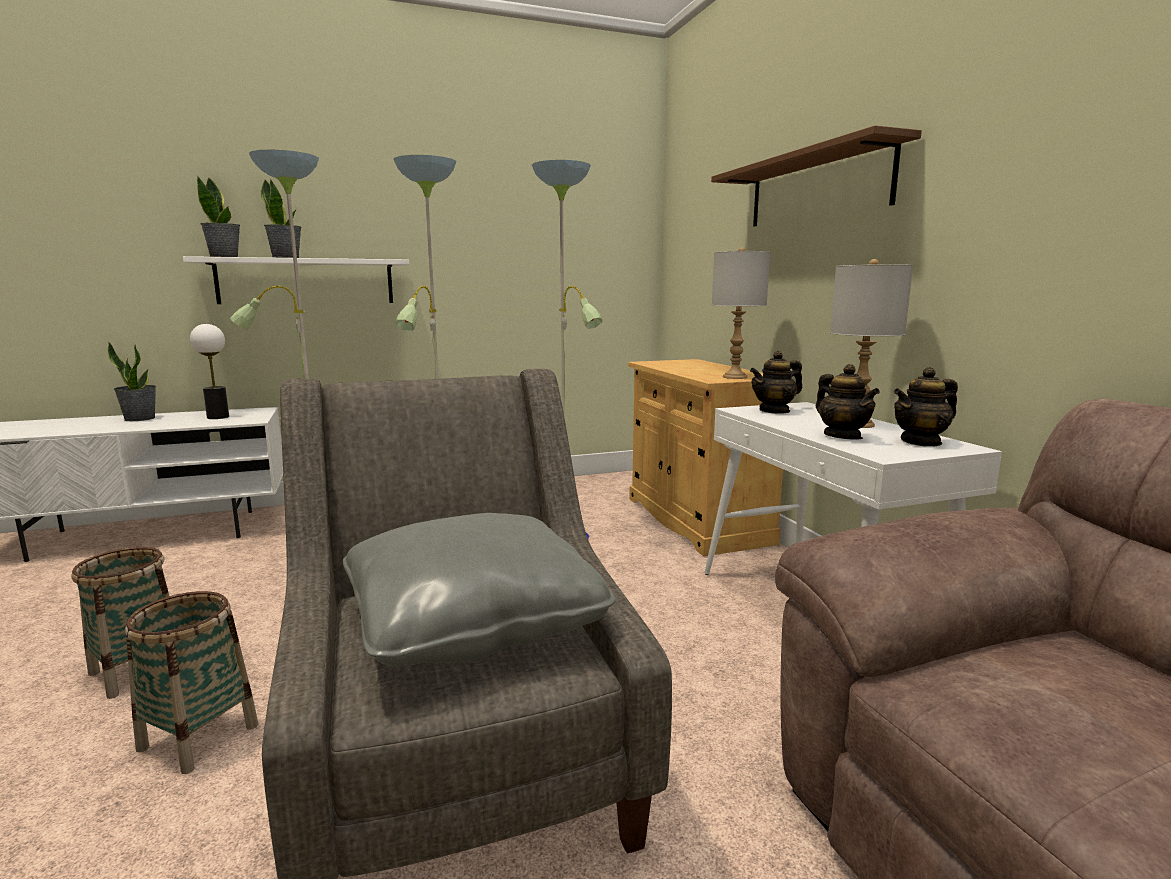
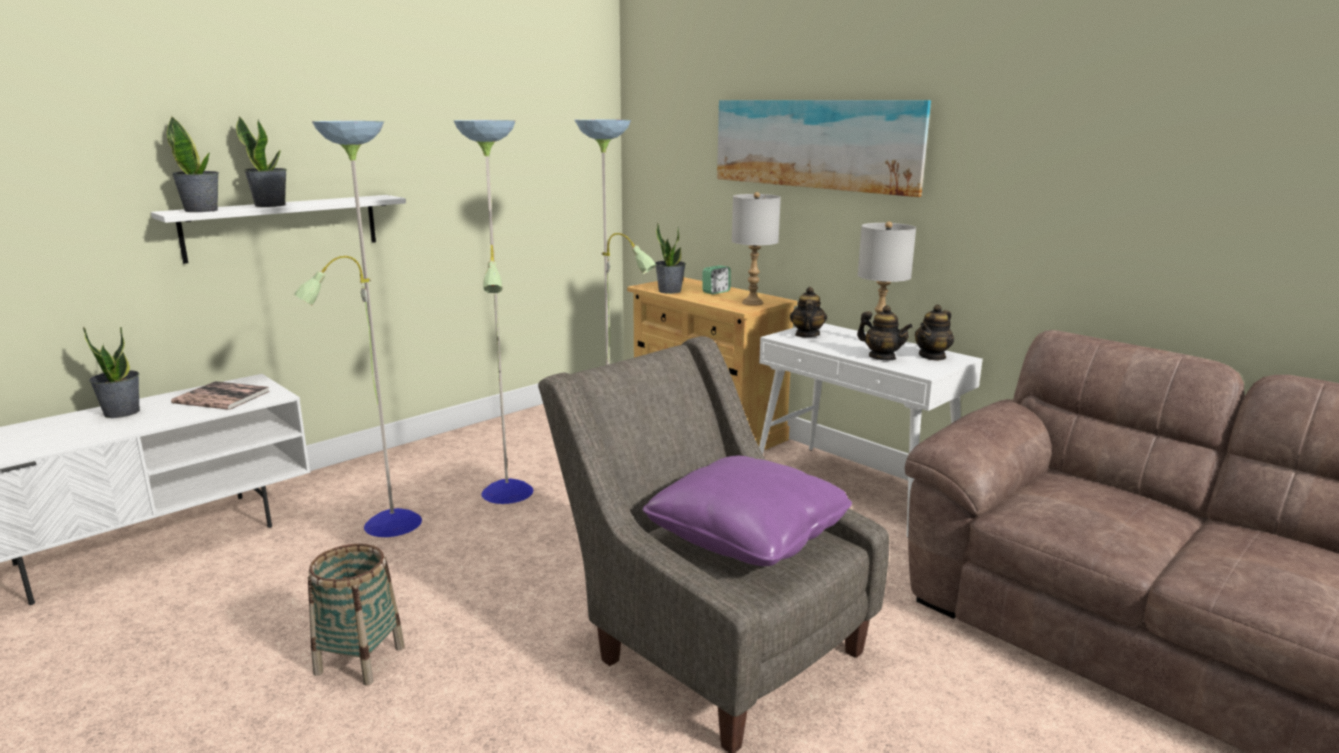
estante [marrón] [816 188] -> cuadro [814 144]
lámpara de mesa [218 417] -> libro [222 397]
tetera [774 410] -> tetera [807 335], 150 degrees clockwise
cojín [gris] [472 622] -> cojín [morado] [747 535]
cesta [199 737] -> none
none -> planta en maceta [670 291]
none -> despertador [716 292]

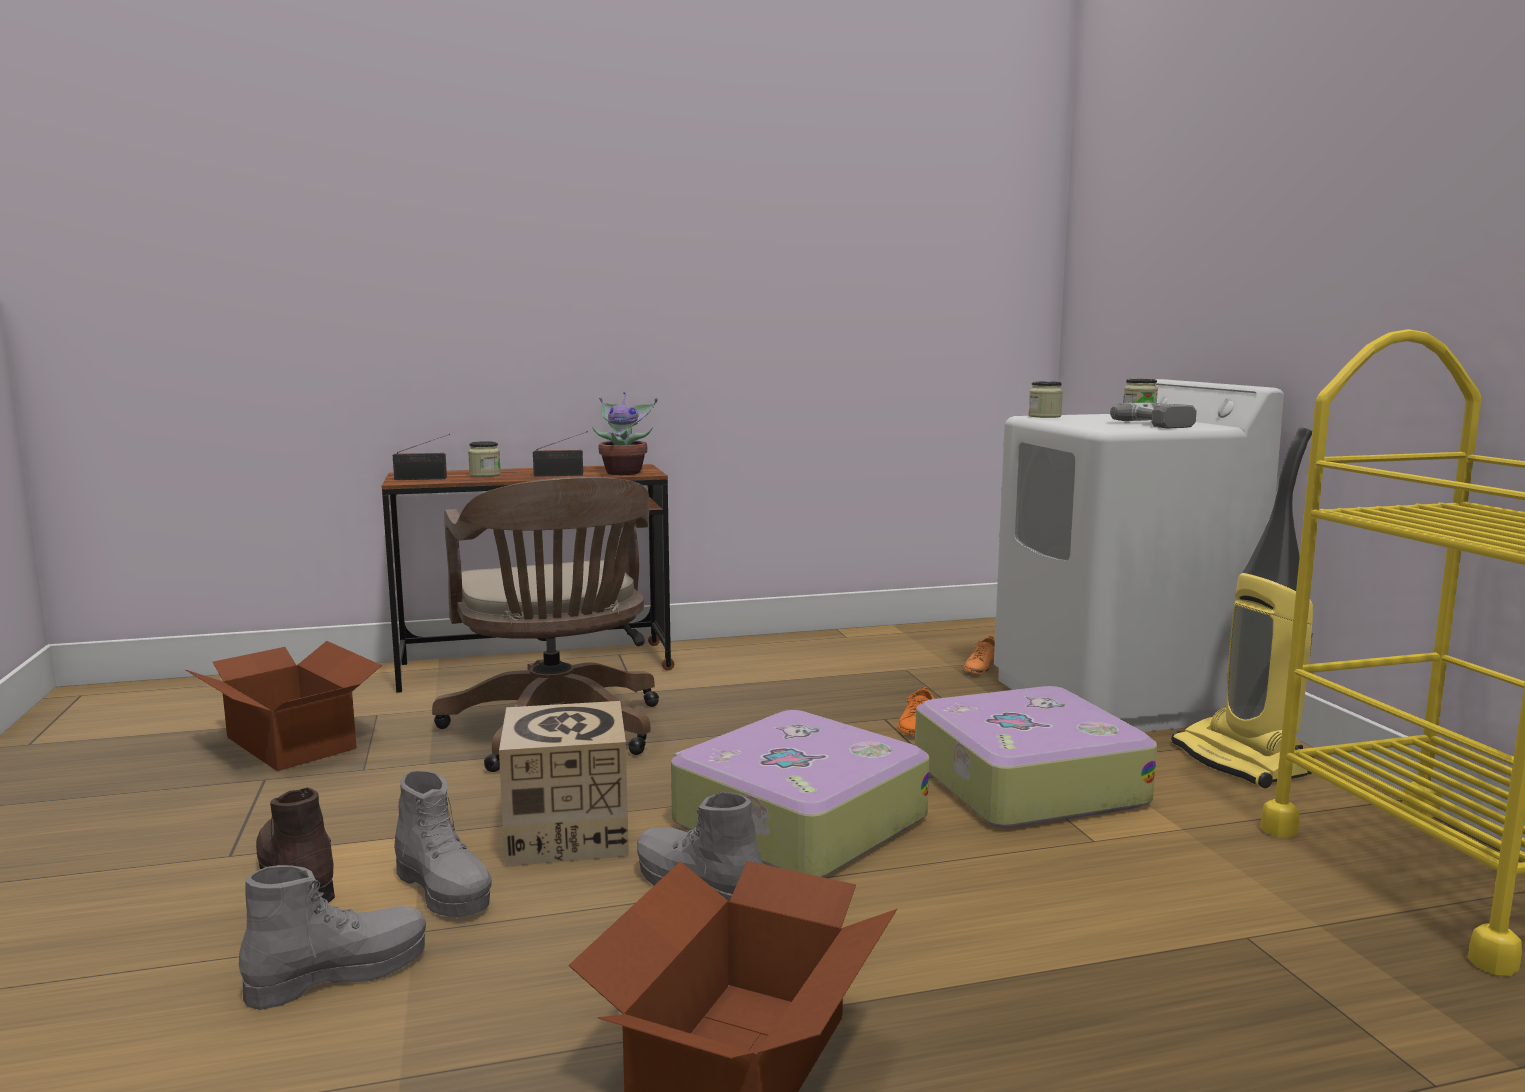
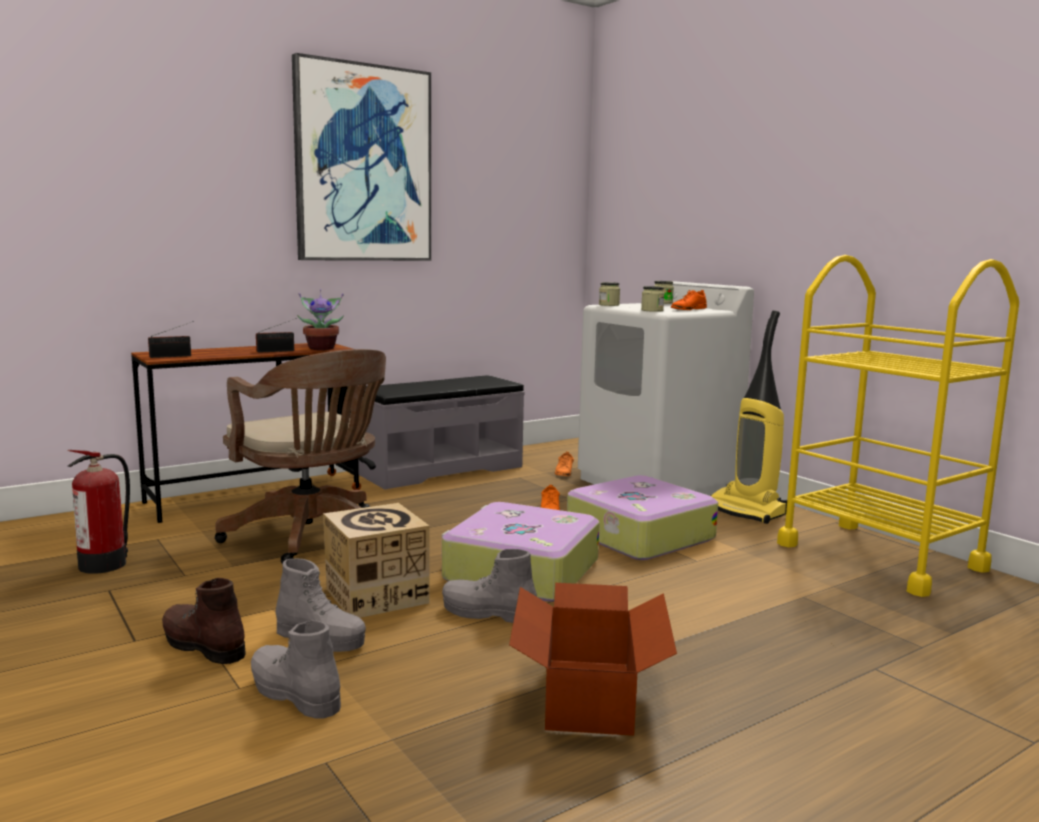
taladro [1164 424] -> zapato [naranja] [688 309]
tarro [485 475] -> tarro [652 310], shifted
caja de cartón [292 742] -> extintor [105 564]
bota [gris] [339 973] -> bota [gris] [294 694], 90 degrees counterclockwise
none -> cuadro [363 164]
none -> banco [gris] [439 469]

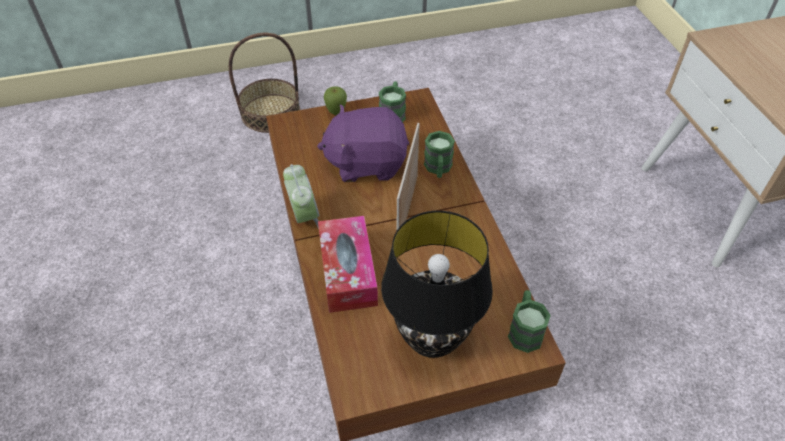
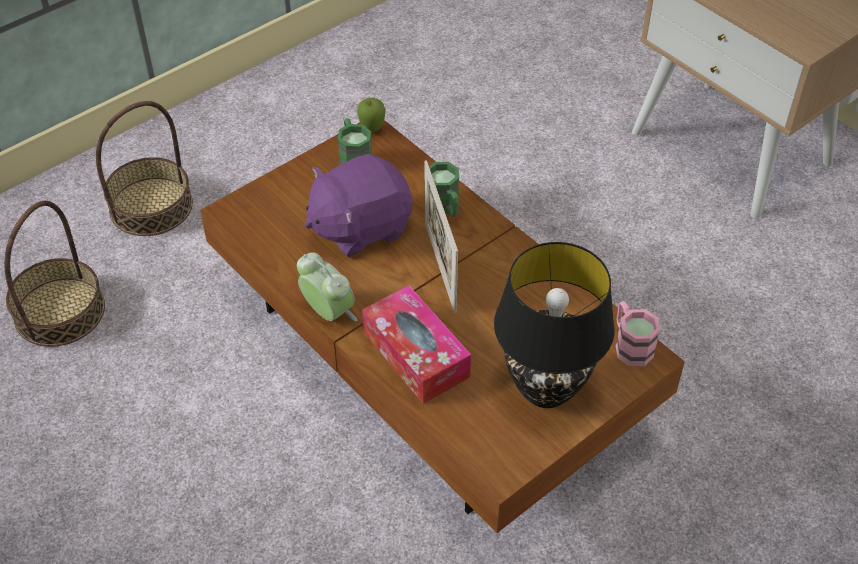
manzana [336 113] -> manzana [372 130], shifted
taza grande [verde] [524 330] -> taza grande [rosa] [630 345]
none -> cesta [59 311]

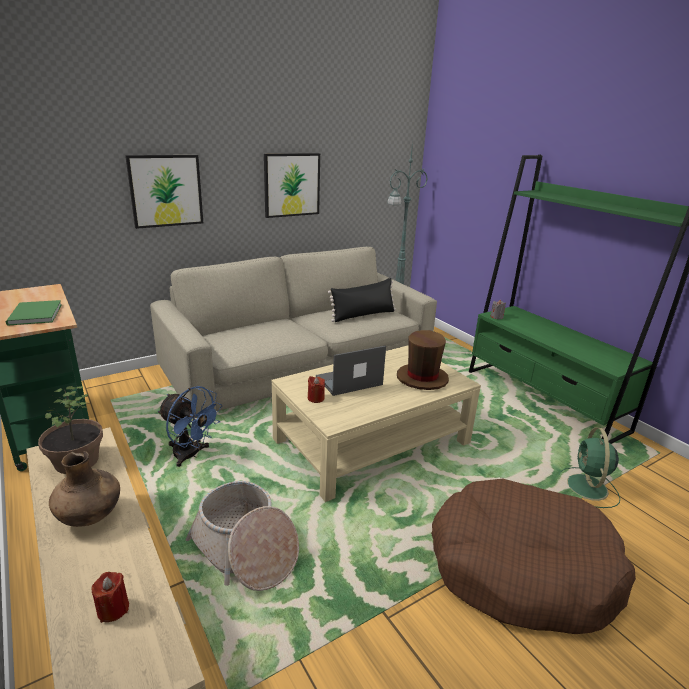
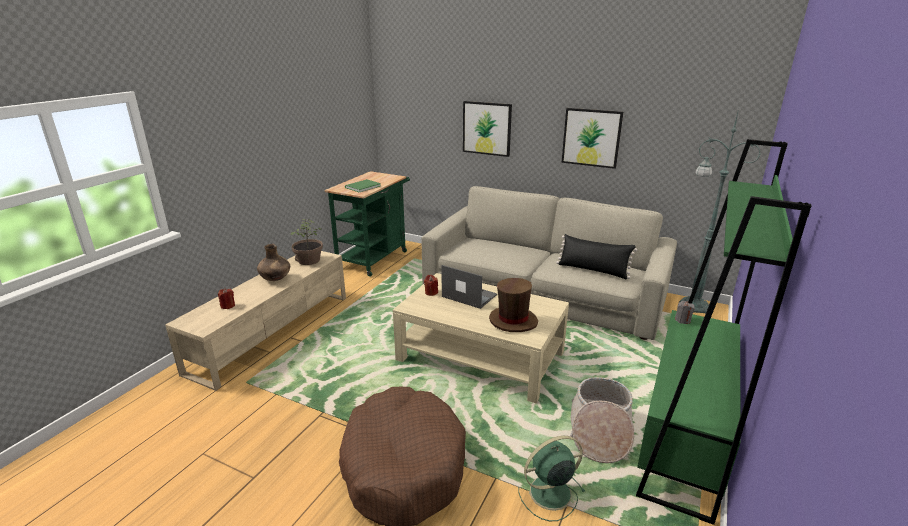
ventilador [azul] [191 455] -> none
cesta [245 550] -> cesta [599 431], shifted

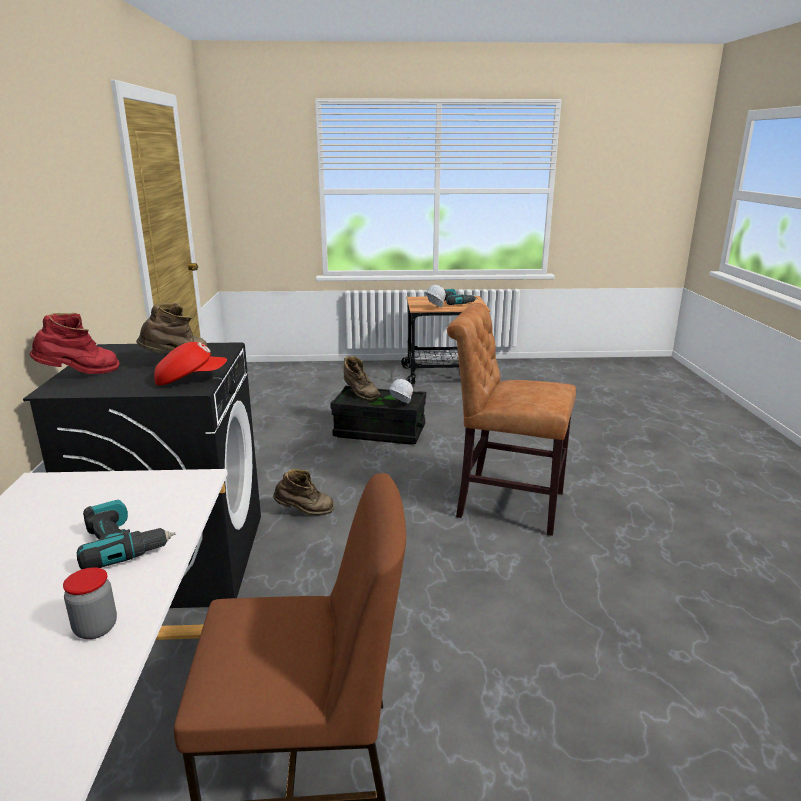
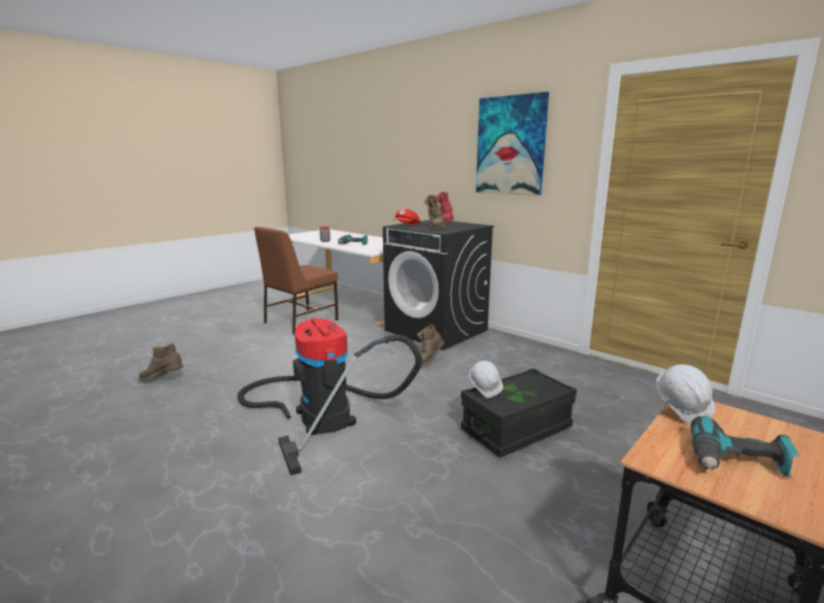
silla [marrón] [504 504] -> aspiradora [321 414]
bota [marrón] [360 395] -> bota [marrón] [163 380], shifted
none -> cuadro [510 145]

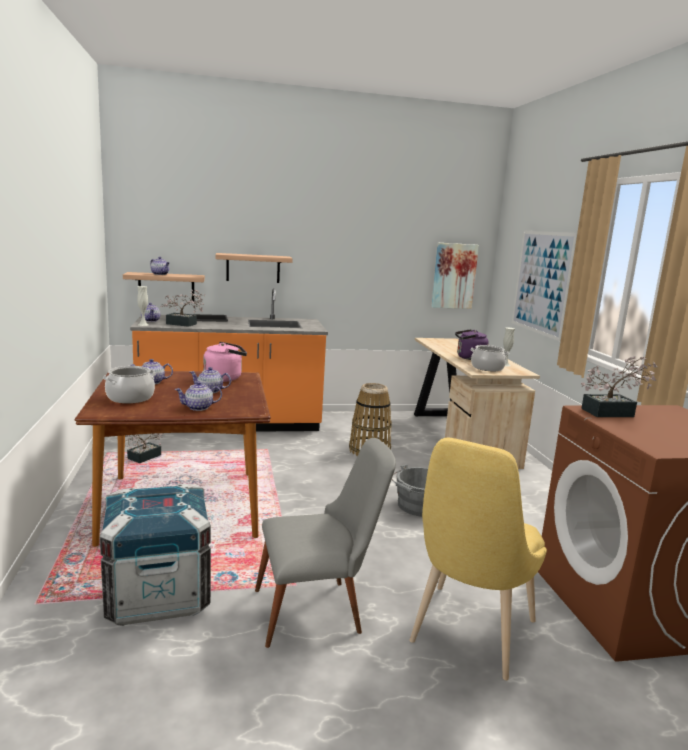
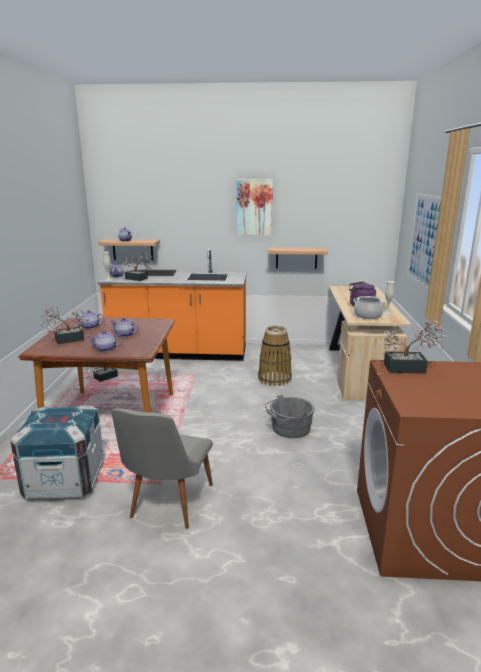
cuadro [454 276] -> cuadro [254 207], shifted
estante [253 268] -> estante [296 258], shifted
hervidor [rosa] [225 378] -> none
olla [130 398] -> planta en maceta [66 340]
silla [gris] [319 611] -> silla [gris] [167 506], 105 degrees clockwise
silla [amarillo] [468 636] -> none

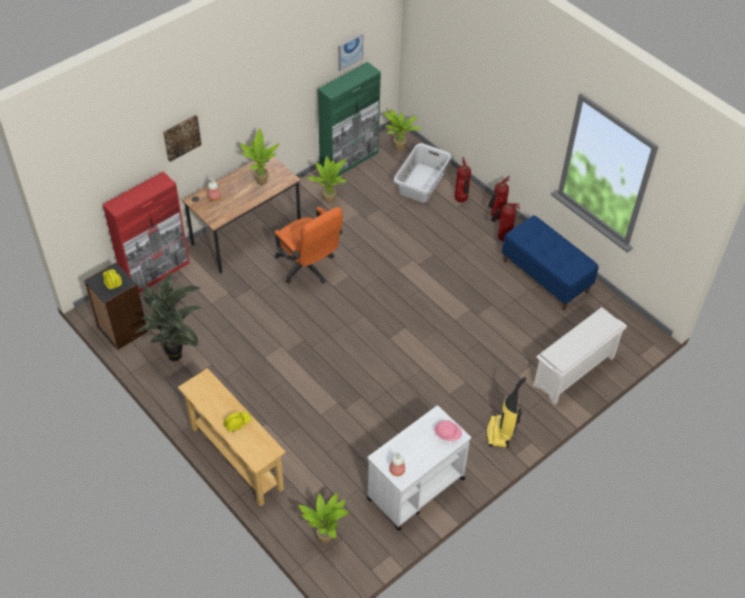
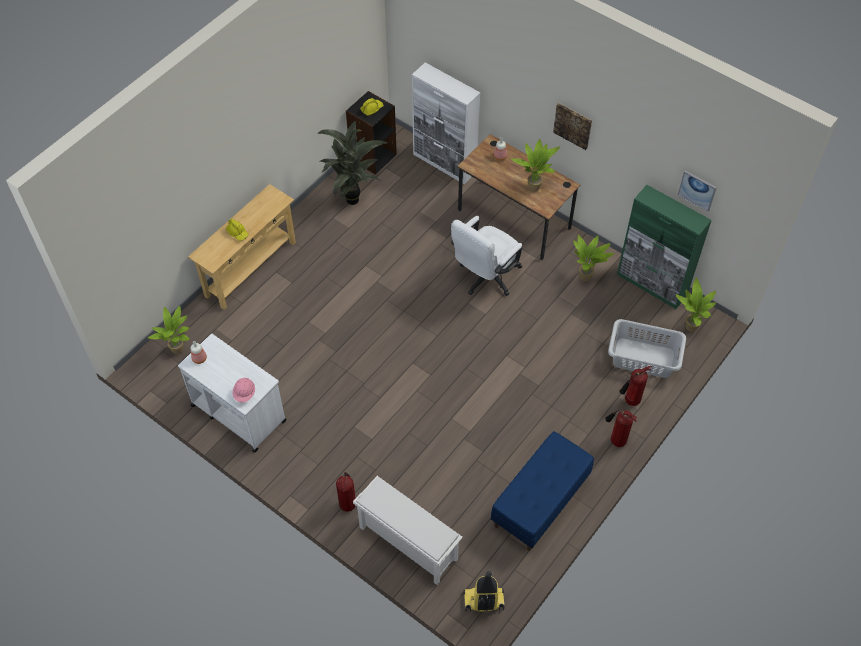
cuadro [181 137] -> cuadro [573 125], shifted
armario [rojo] [156 273] -> armario [blanco] [444 163]
extintor [502 238] -> extintor [347 503], shifted
silla de oficina [naranja] [308 268] -> silla de oficina [blanco] [485 278]
aspiradora [500 433] -> aspiradora [483 601], shifted

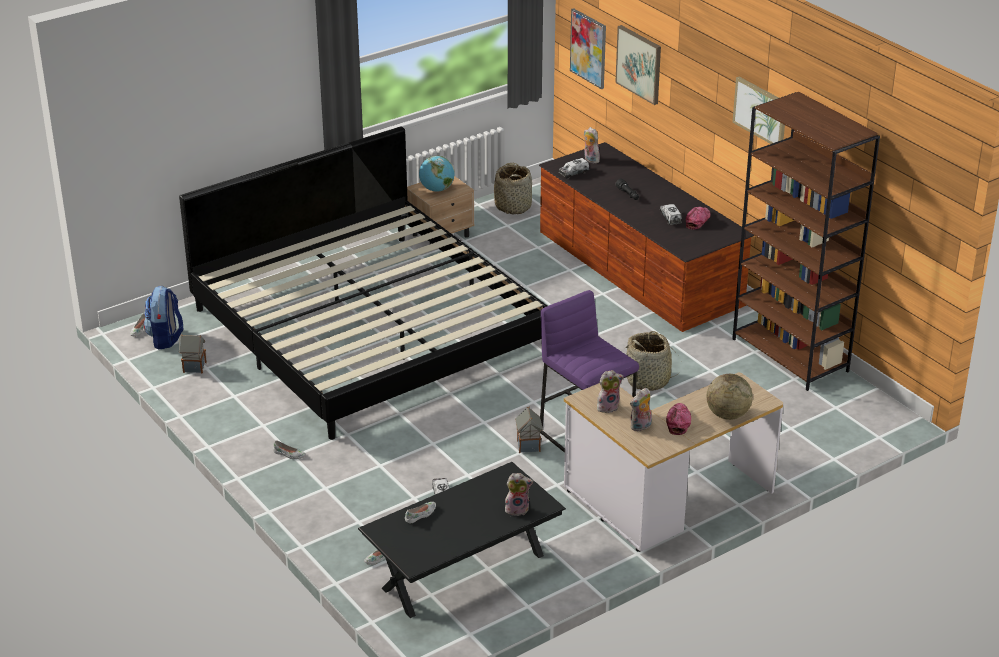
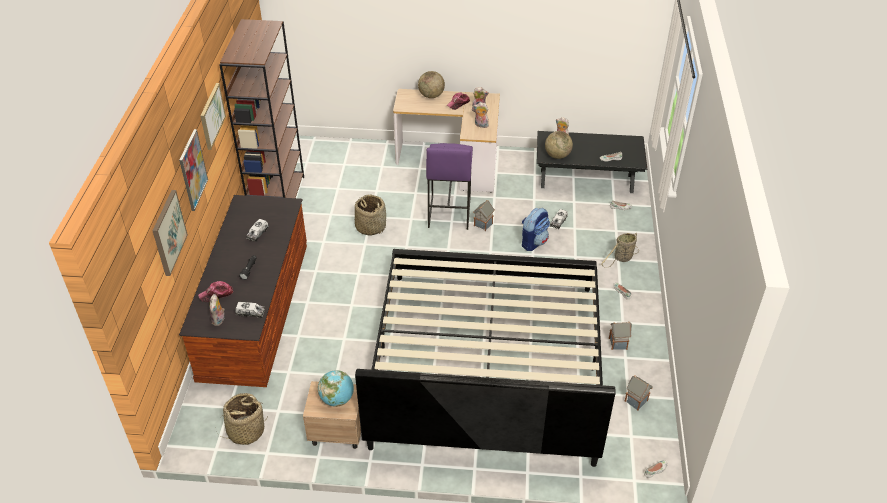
cuadro [588 48] -> cuadro [192 170], shifted
gorra [697 220] -> gorra [216 294], shifted
mochila [166 339] -> mochila [533 242], shifted
none -> globo terráqueo [557 155]
none -> cesta [622 258]
none -> casita [618 343]

